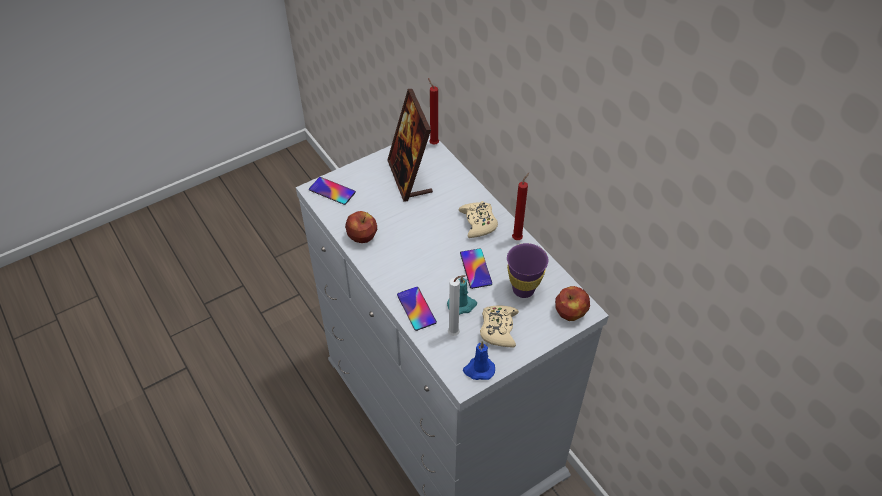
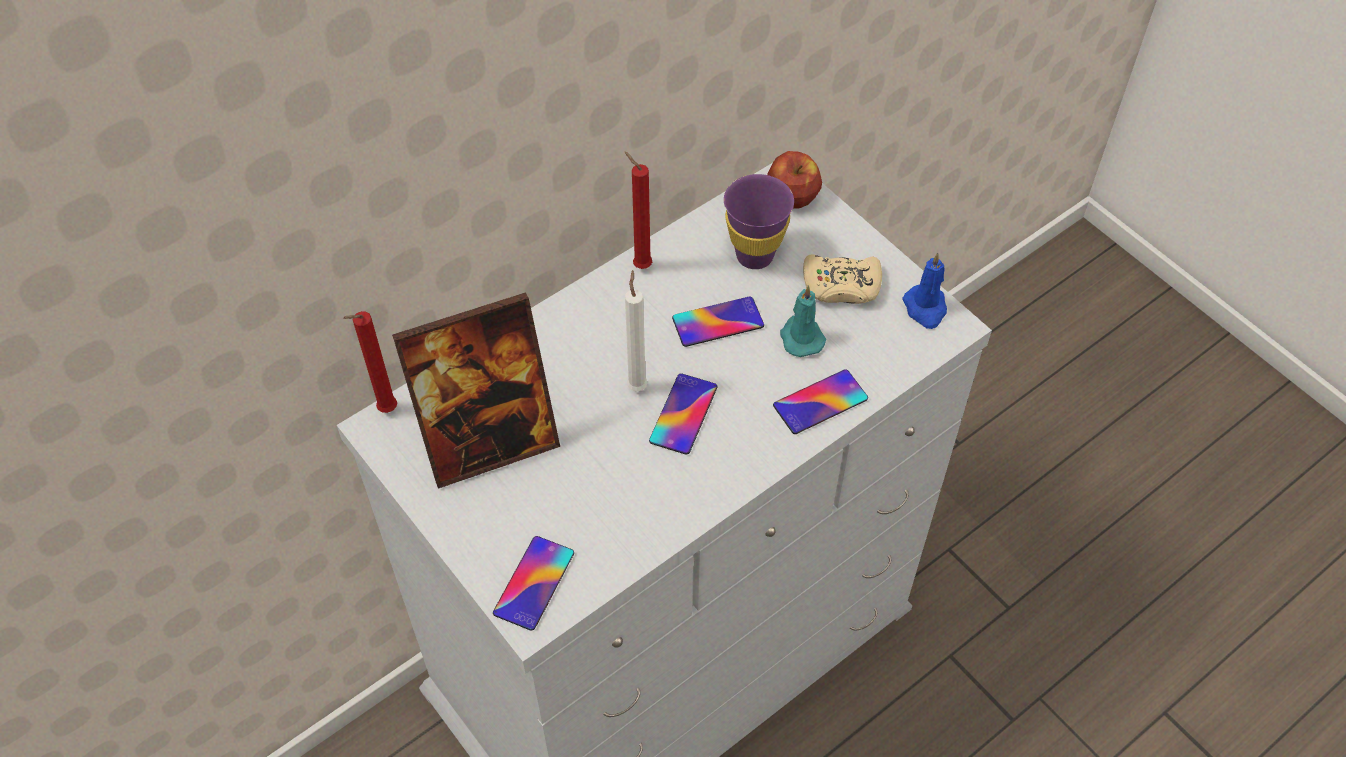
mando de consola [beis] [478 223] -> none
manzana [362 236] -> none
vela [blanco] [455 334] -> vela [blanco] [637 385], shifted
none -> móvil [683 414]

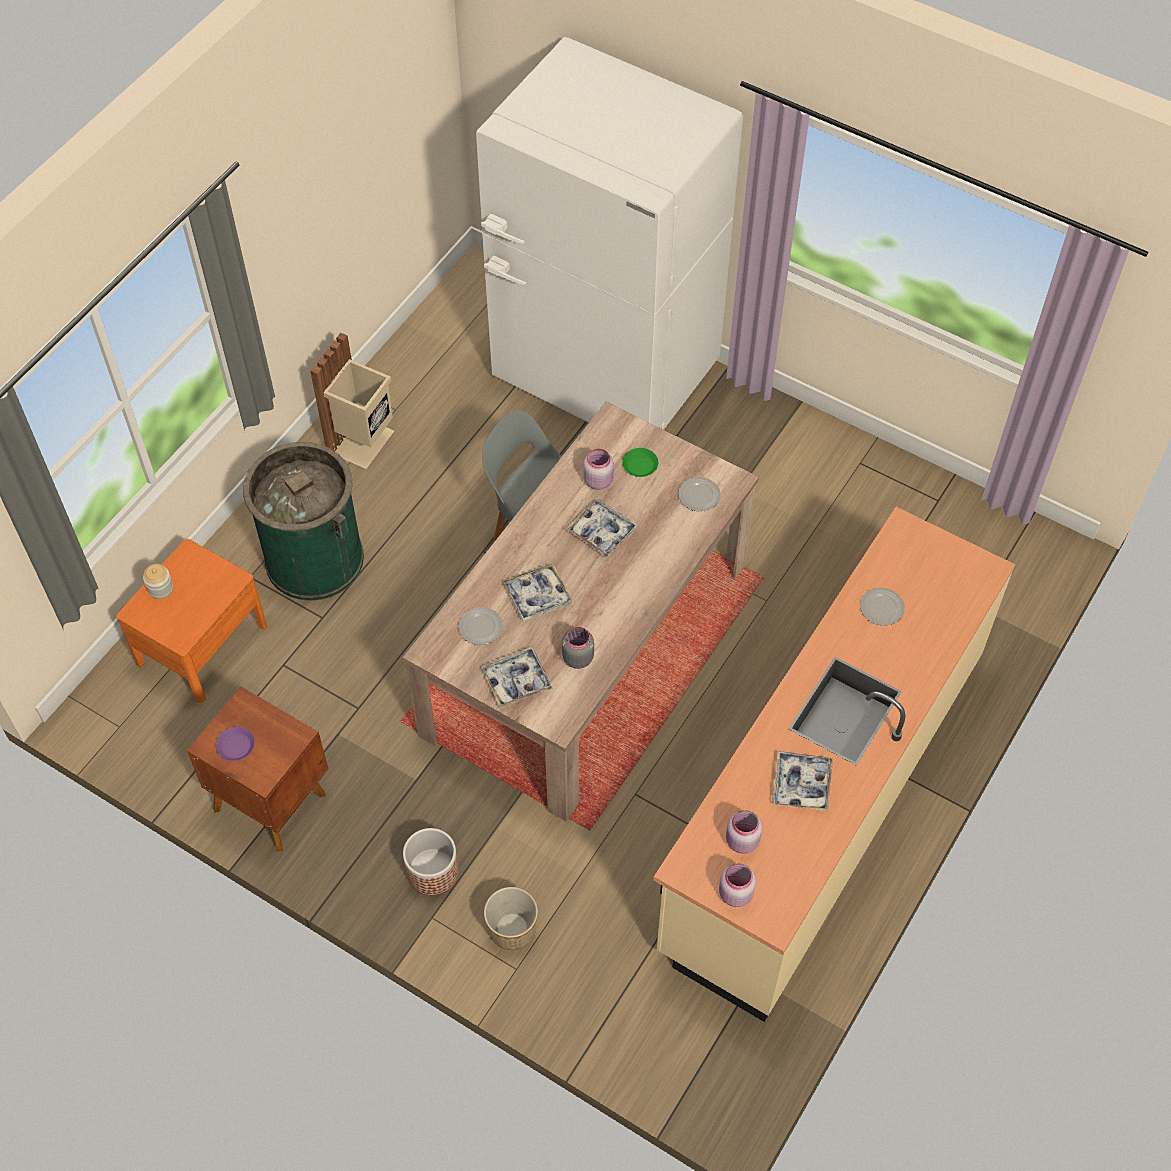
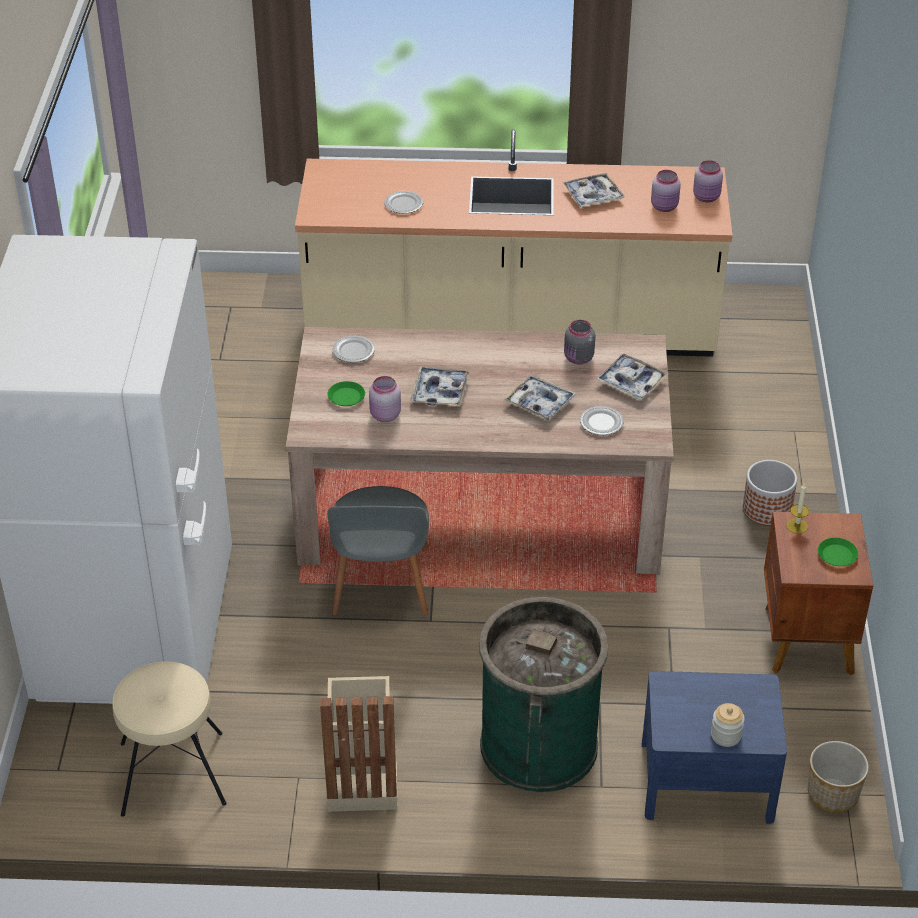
mesita de noche [naranja] [202 644] -> mesita de noche [azul] [706 781]
plato [morado] [235 745] -> plato [verde] [837 555]
maceta [511 929] -> maceta [833 794], shifted
none -> vela [797 526]
none -> taburete [beis] [173 774]

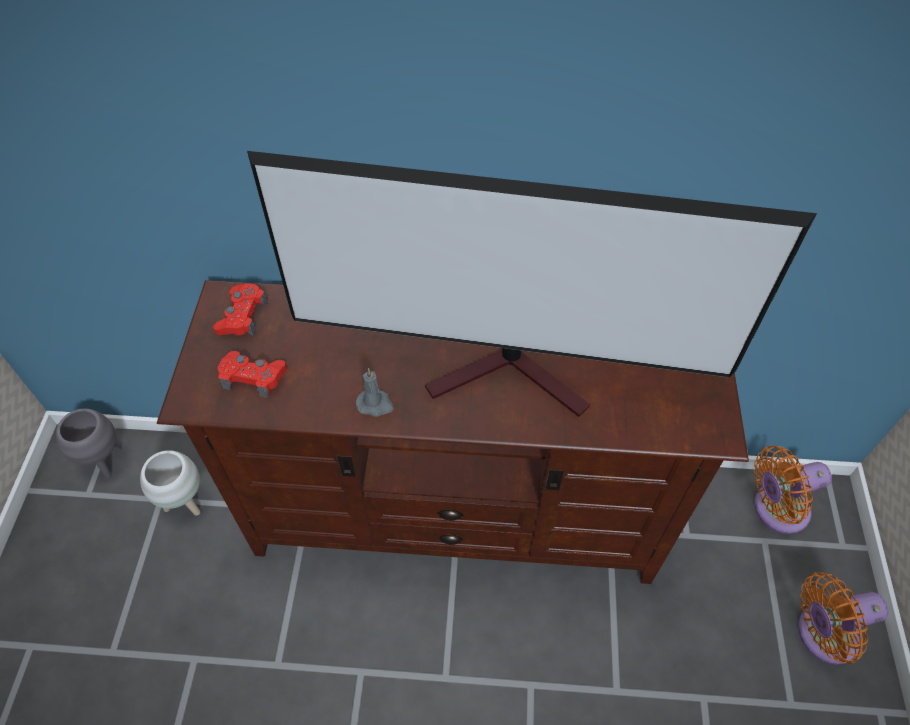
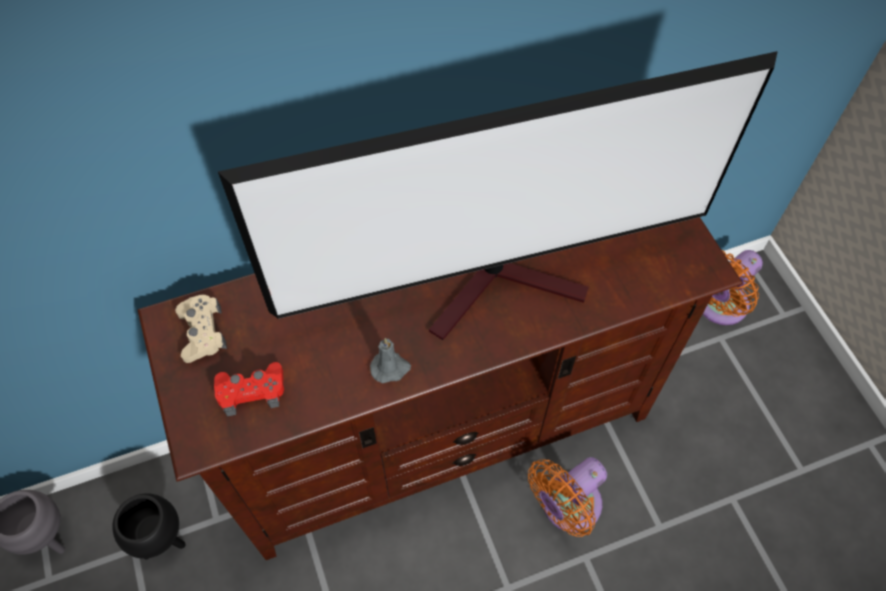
mando de consola [rojo] [242 316] -> mando de consola [beis] [202 332]
maceta [blanco] [185 502] -> maceta [negro] [162 540]
ventilador [naranja] [821 634] -> ventilador [naranja] [566 507], shifted

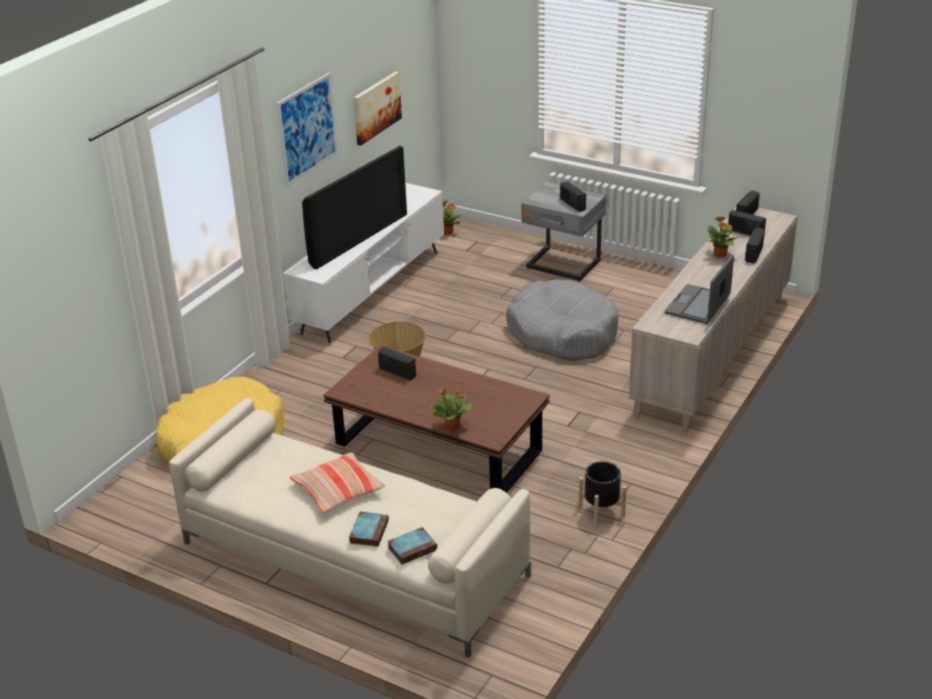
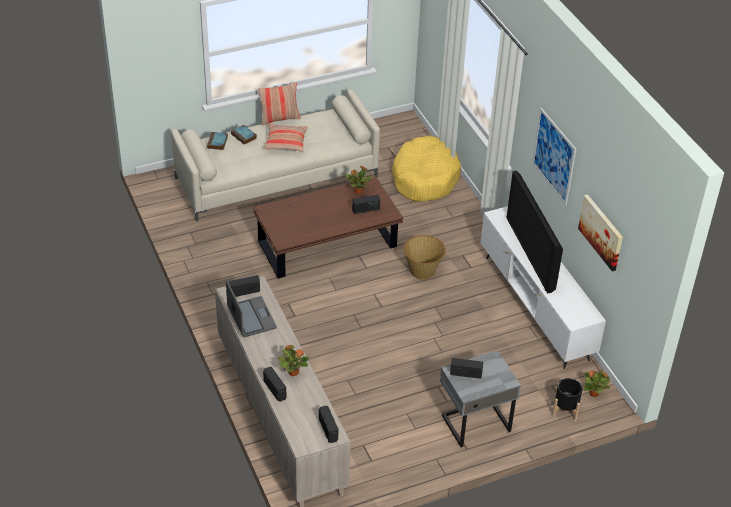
radio [745 233] -> radio [244 292], shifted
cama para perro [gris] [562 333] -> none
planta en maceta [453 426] -> planta en maceta [358 191], shifted
maceta [negro] [601 511] -> maceta [negro] [565 410], shifted
none -> cojín [279 118]

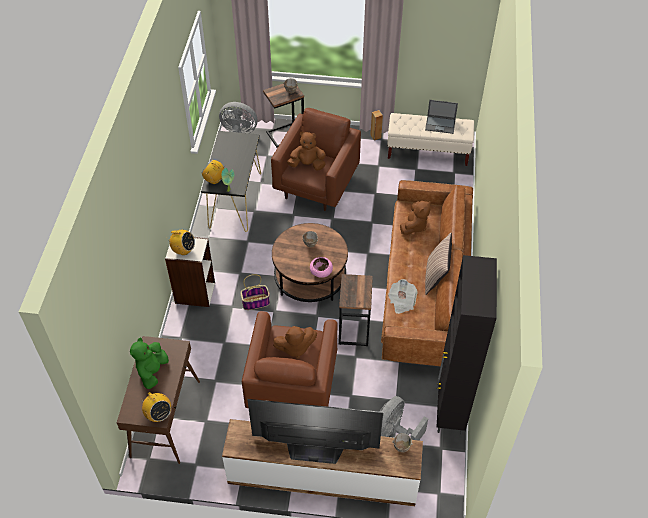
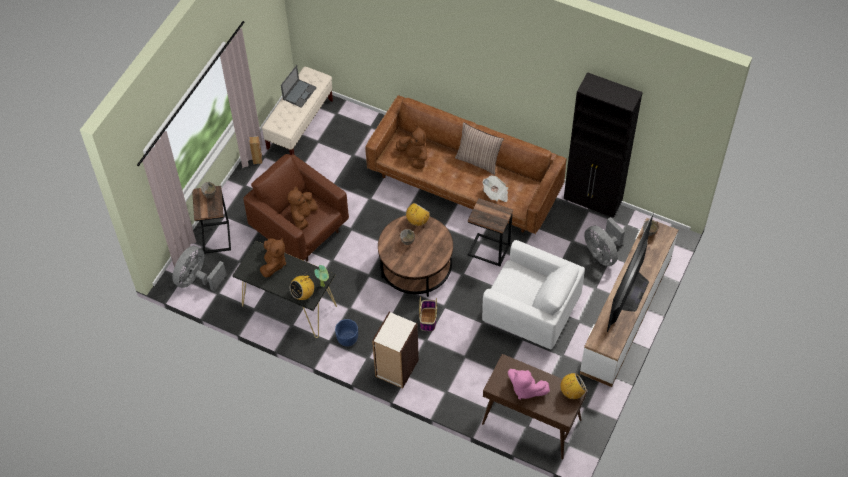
radio [183 250] -> radio [417 221], shifted
cuenco [rosa] [321 272] -> none
sillón [marrón] [292 385] -> sillón [blanco] [530 313]
peluche [marrón] [295 348] -> peluche [marrón] [273 263], shifted
peluche [verde] [152 371] -> peluche [rosa] [525 389]
none -> maceta [azul] [347 338]

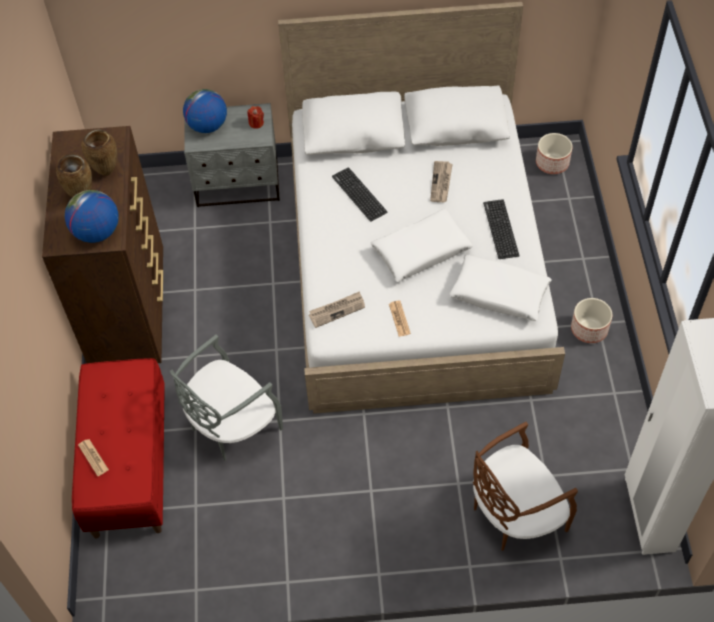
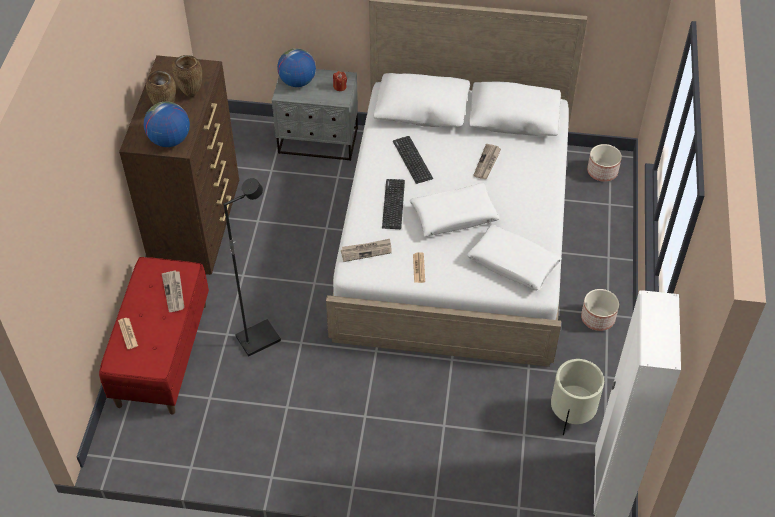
teclado [501 229] -> teclado [393 204], shifted
silla [gris] [231 425] -> lámpara de pie [negro] [258 338]
silla [marrón] [514 514] -> none
none -> periódico [174 292]
none -> maceta [beis] [571 416]

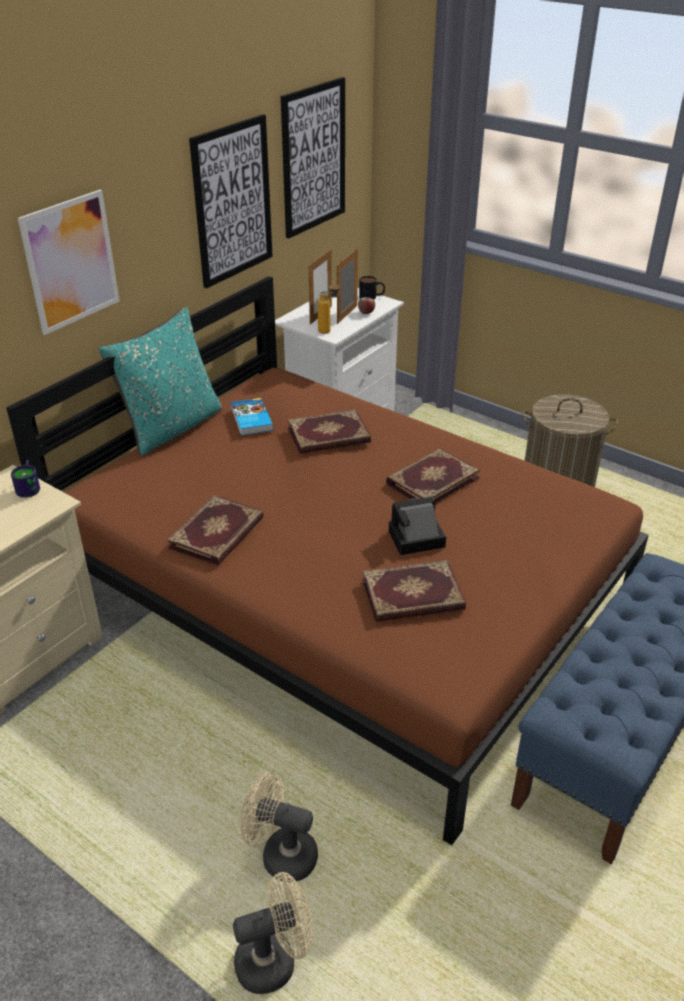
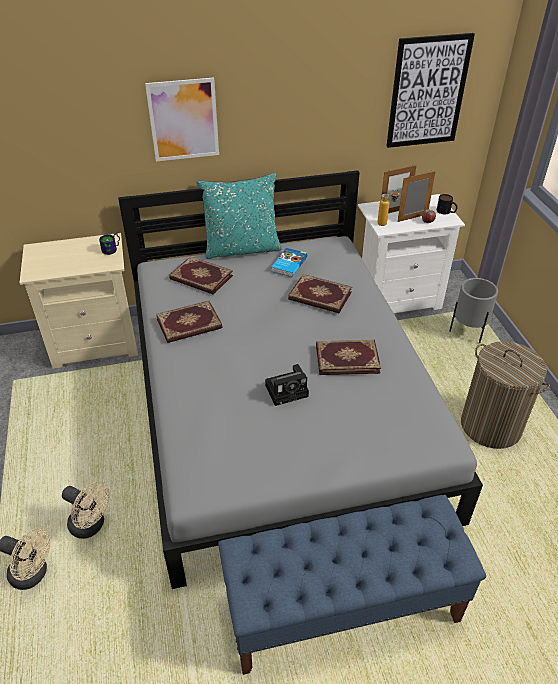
cuadro [232 201] -> none
cama [marrón] [343 594] -> cama [gris] [280 405]
cámara [414 540] -> cámara [288 390], 135 degrees clockwise
libro [413 596] -> libro [201 278], shifted
ventilador [beis] [281 855] -> ventilador [beis] [91 526], 150 degrees clockwise
none -> maceta [gris] [467 333]

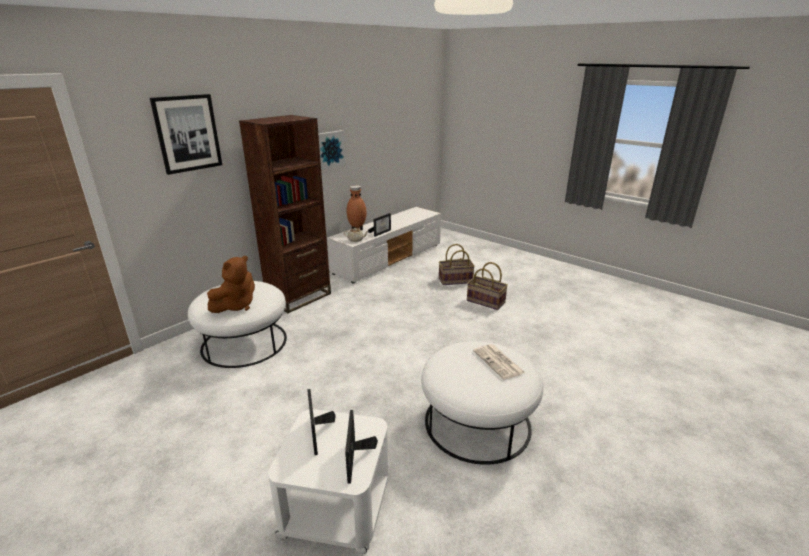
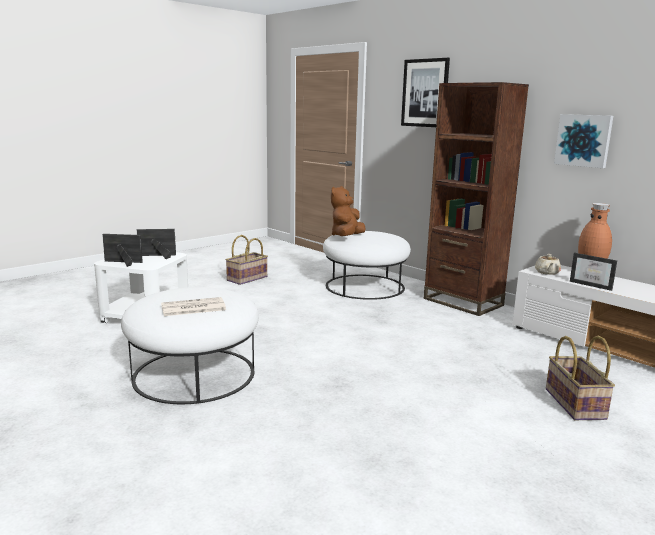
peluche [marrón] [236 306] -> peluche [marrón] [346 237], 75 degrees clockwise
cesta [486 301] -> cesta [247 279], shifted

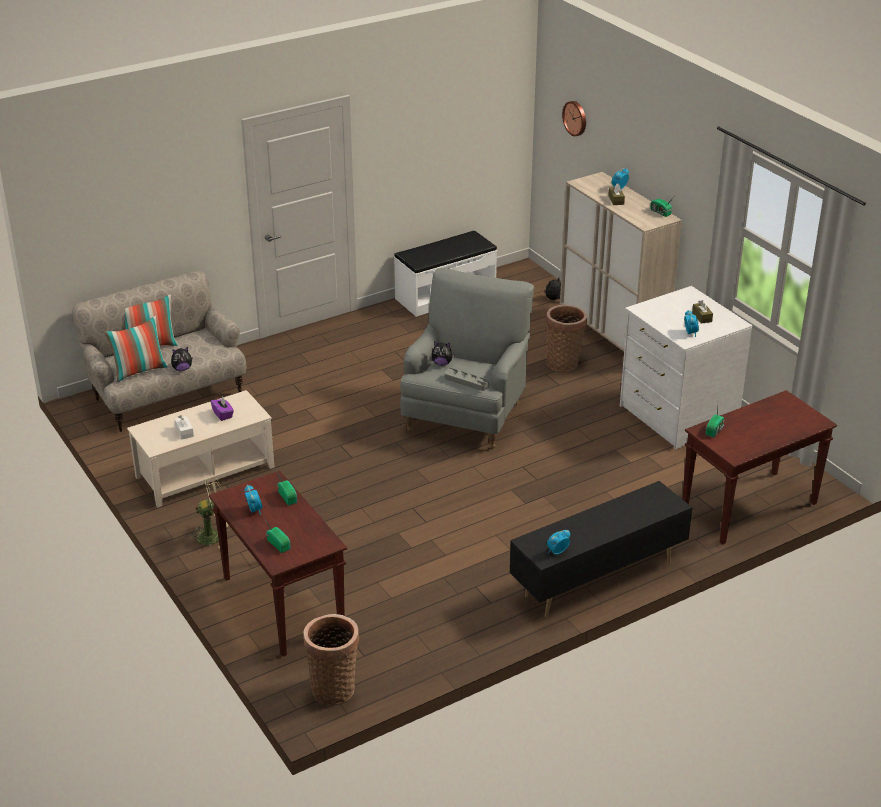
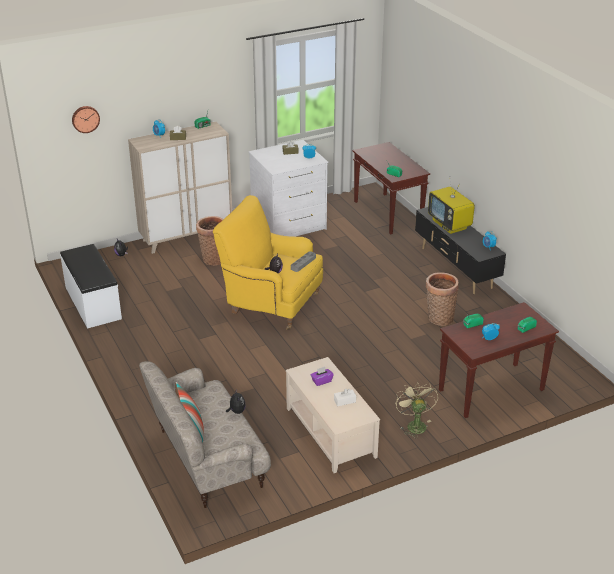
sillón [gris] [466 414] -> sillón [amarillo] [271 303]
cojín [139 371] -> none
cesta [334 688] -> cesta [439 318], shifted
none -> televisor [450 225]

